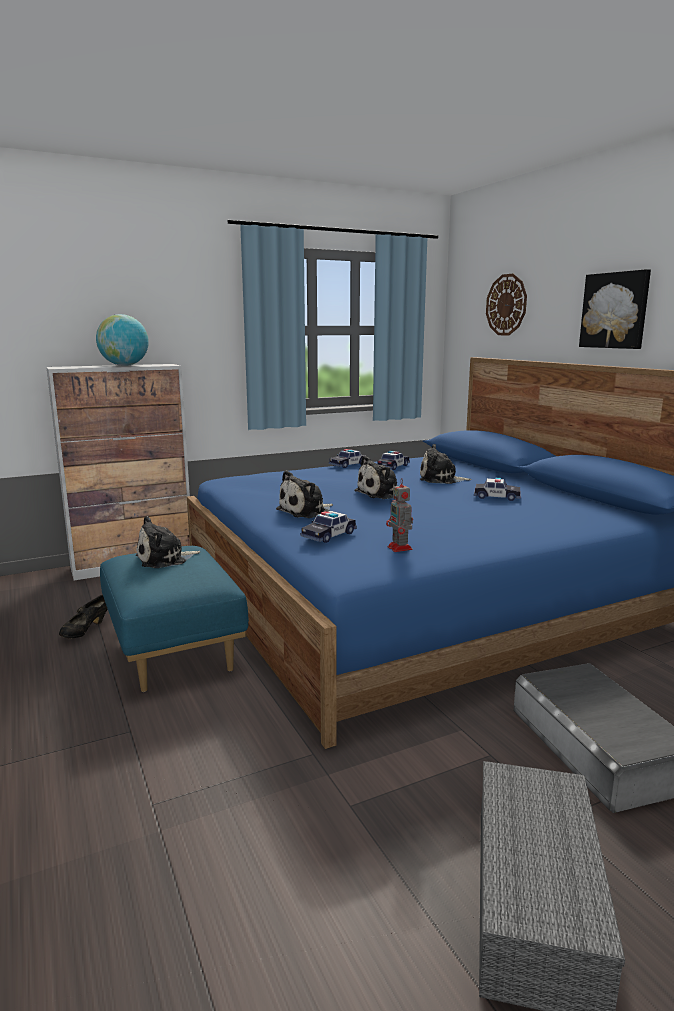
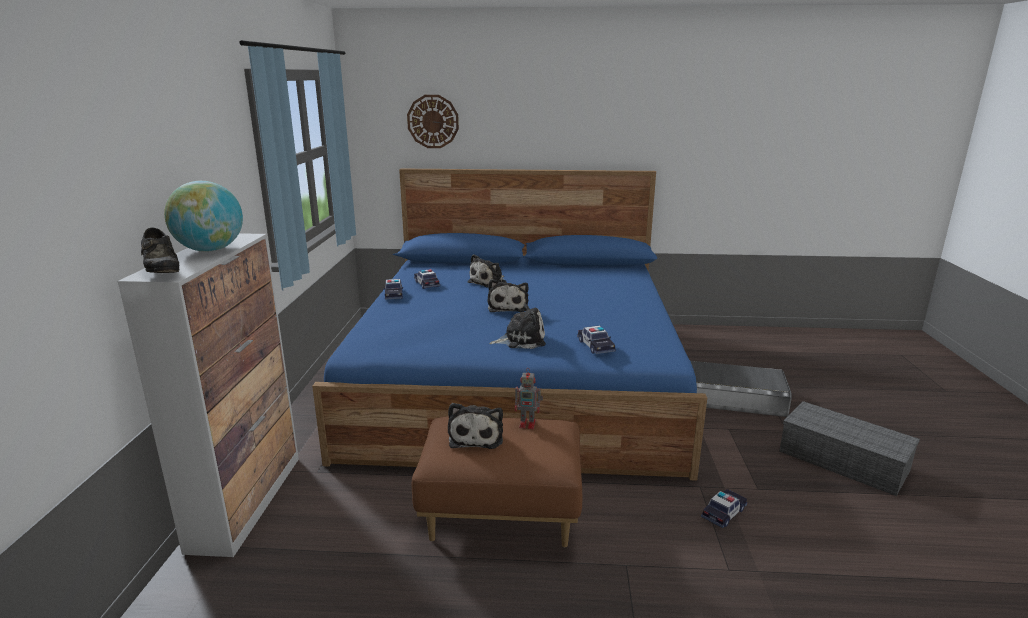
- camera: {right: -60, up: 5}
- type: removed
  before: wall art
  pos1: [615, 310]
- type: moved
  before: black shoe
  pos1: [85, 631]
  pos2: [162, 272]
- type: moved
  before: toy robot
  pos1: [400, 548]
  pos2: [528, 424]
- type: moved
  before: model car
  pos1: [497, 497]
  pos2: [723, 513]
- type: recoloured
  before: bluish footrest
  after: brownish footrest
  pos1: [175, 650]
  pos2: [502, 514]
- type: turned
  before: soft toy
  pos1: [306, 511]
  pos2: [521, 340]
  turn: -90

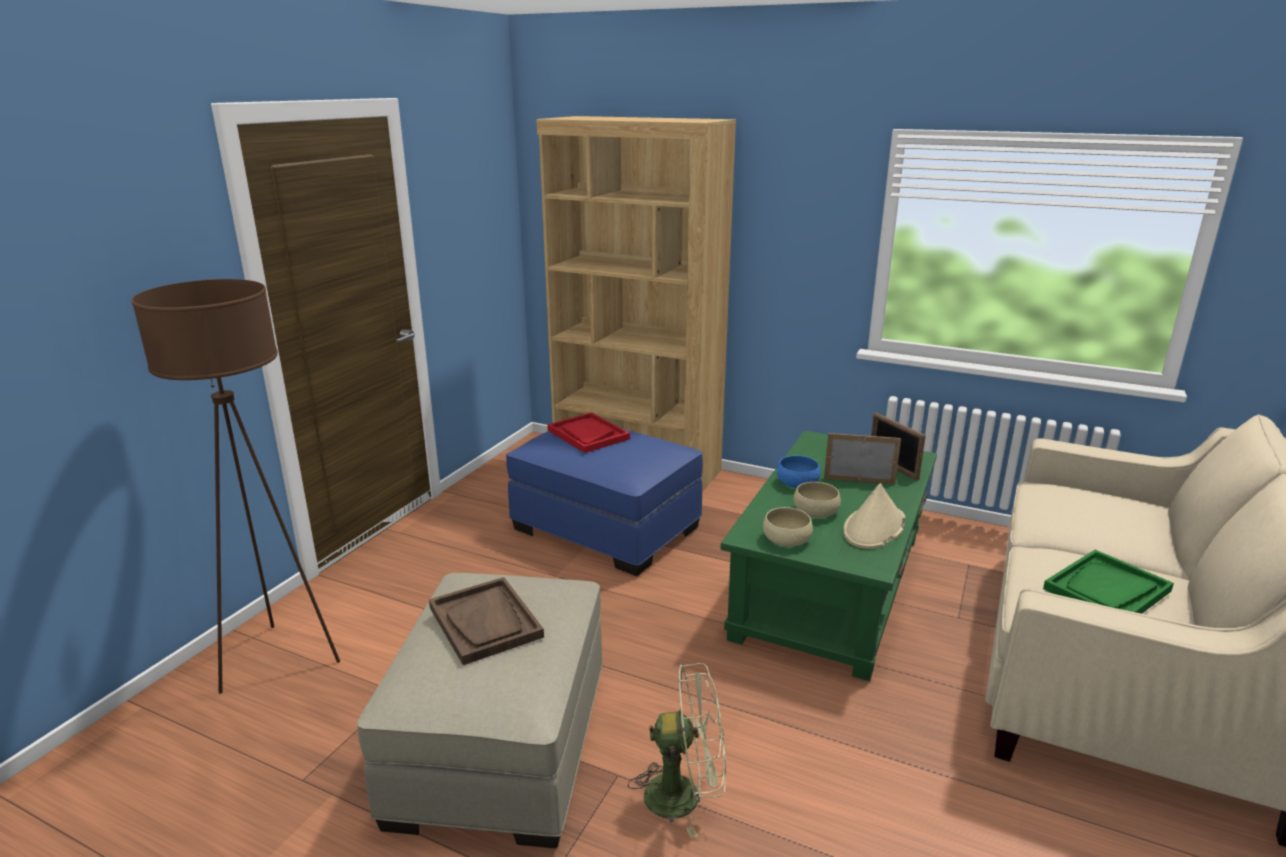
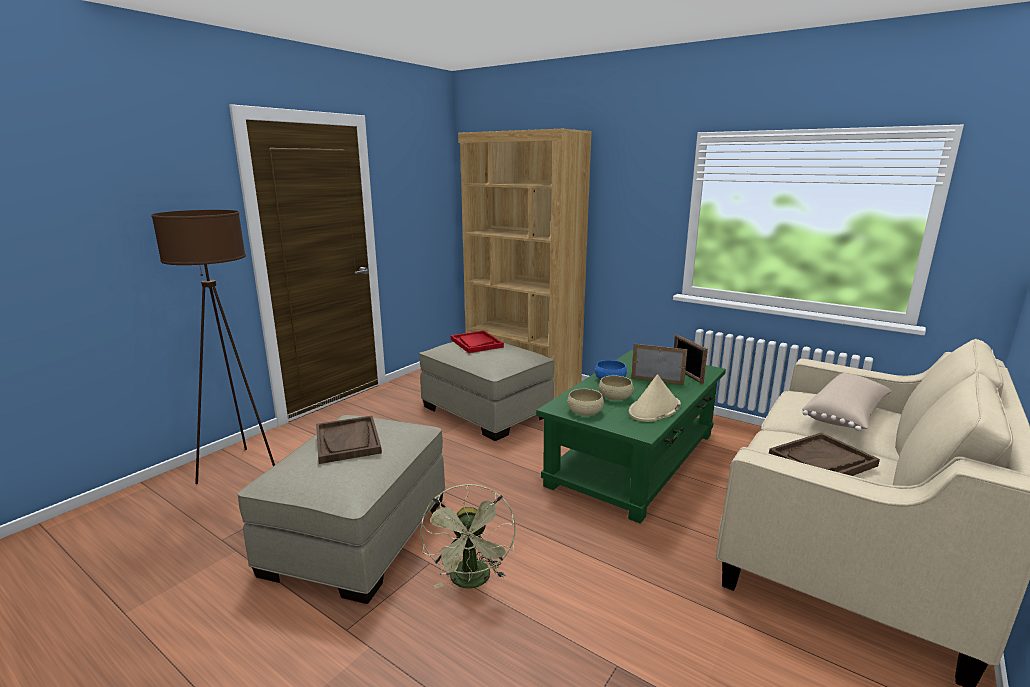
- camera: {right: 10, up: -5}
- type: added
  after: beige cushion
  pos2: [847, 415]
- type: recoloured
  before: bluish footrest
  after: beige footrest
  pos1: [607, 528]
  pos2: [487, 411]
- type: recoloured
  before: green carrying tray
  after: brownish carrying tray
  pos1: [1107, 590]
  pos2: [822, 461]
- type: turned
  before: green cooling fan
  pos1: [684, 795]
  pos2: [472, 582]
  turn: 75

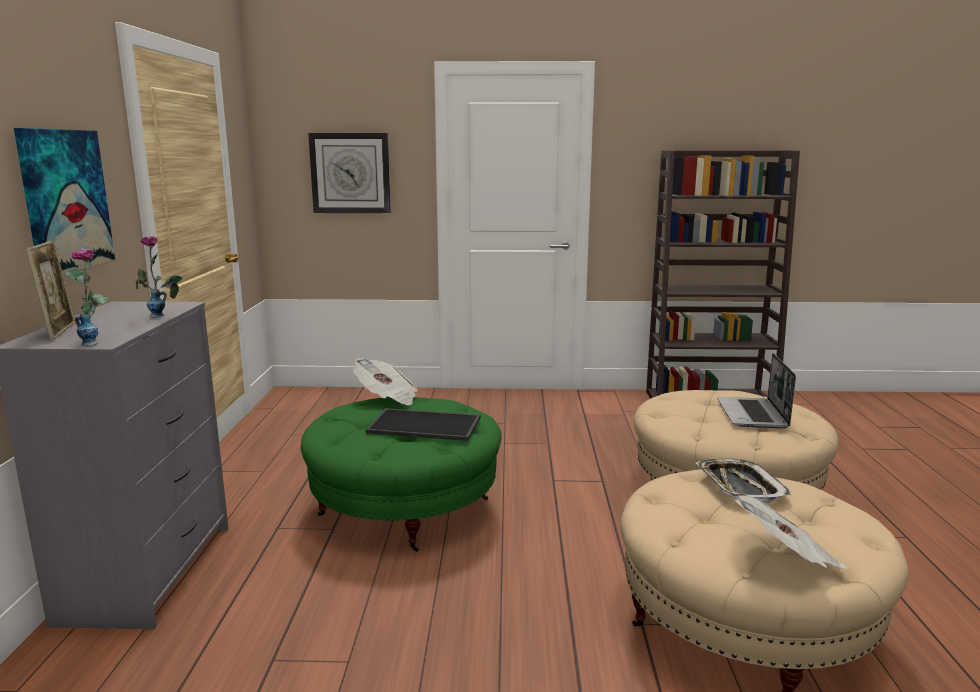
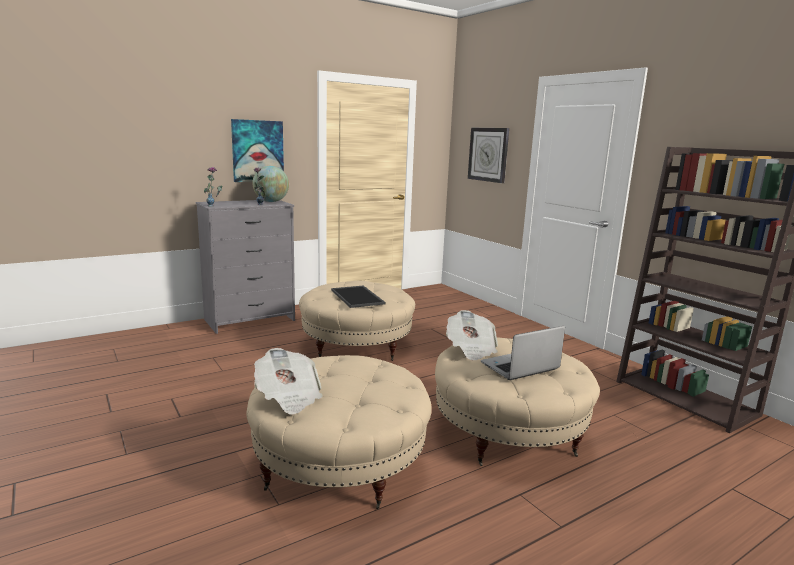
- camera: {right: 55, up: 0}
- type: removed
  before: photo frame
  pos1: [59, 331]
- type: removed
  before: carrying tray
  pos1: [739, 486]
- type: added
  after: globe
  pos2: [271, 201]
- type: moved
  before: daily paper
  pos1: [387, 398]
  pos2: [471, 349]
- type: recoloured
  before: green footrest
  after: beige footrest
  pos1: [405, 508]
  pos2: [357, 345]

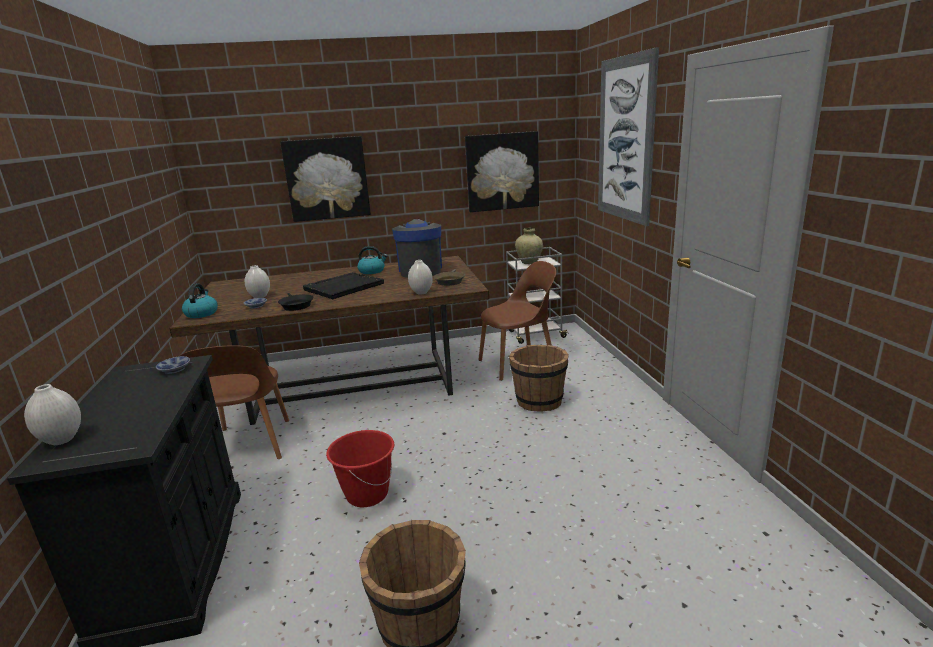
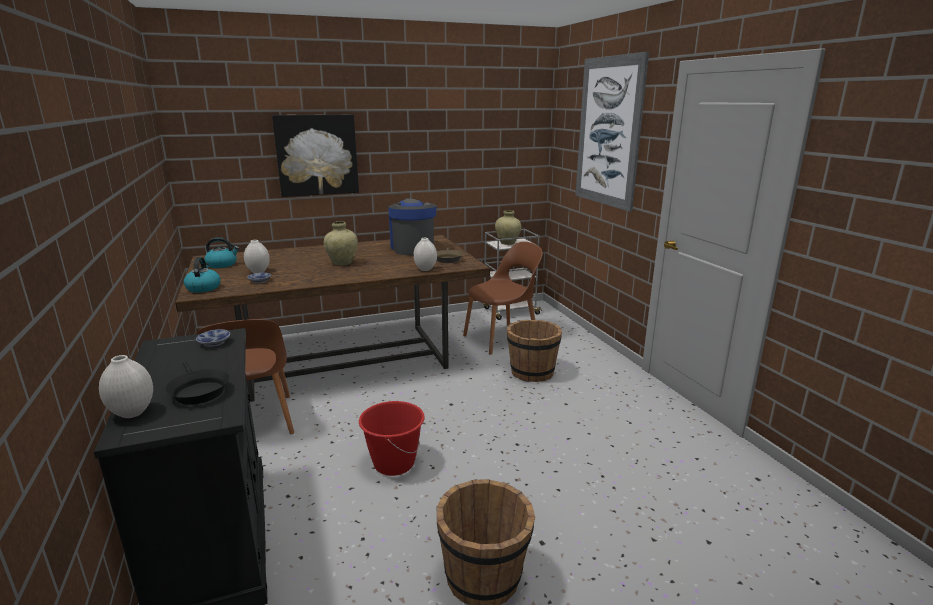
- camera: {right: -10, up: 0}
- type: removed
  before: wall art
  pos1: [502, 171]
- type: moved
  before: black frying pan
  pos1: [296, 305]
  pos2: [198, 391]
- type: moved
  before: kettle
  pos1: [372, 271]
  pos2: [222, 264]
- type: replaced
  before: black carrying tray
  after: beige decorative vase
  pos1: [343, 287]
  pos2: [342, 263]

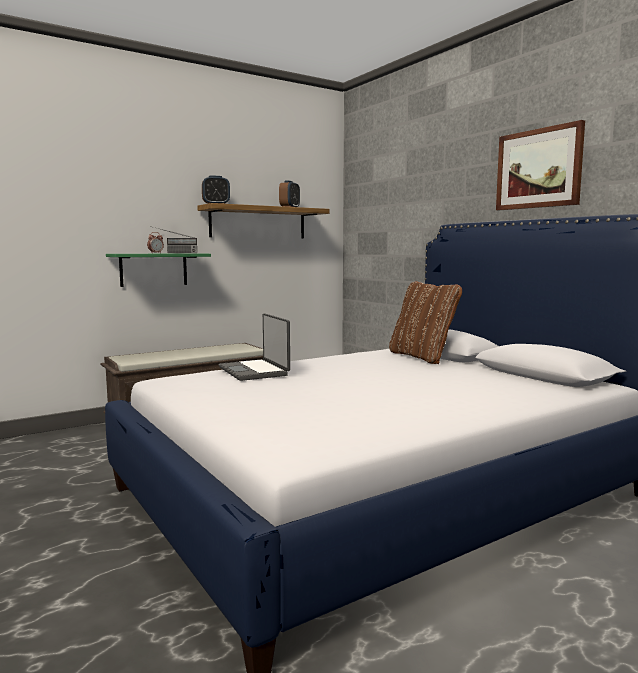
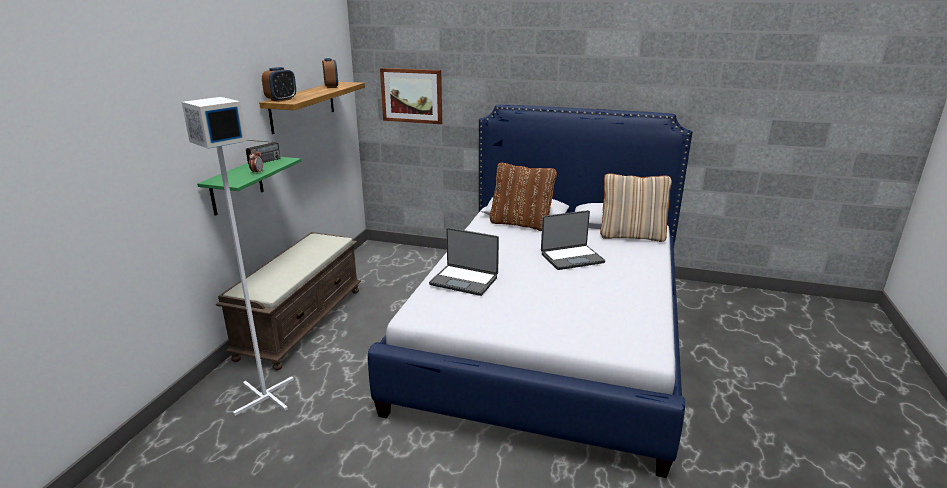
- camera: {right: -40, up: 15}
- type: added
  after: white standard lamp
  pos2: [263, 396]
- type: added
  after: portable computer
  pos2: [571, 258]
- type: added
  after: beige cushion
  pos2: [632, 236]
- type: moved
  before: wall art
  pos1: [538, 169]
  pos2: [412, 95]

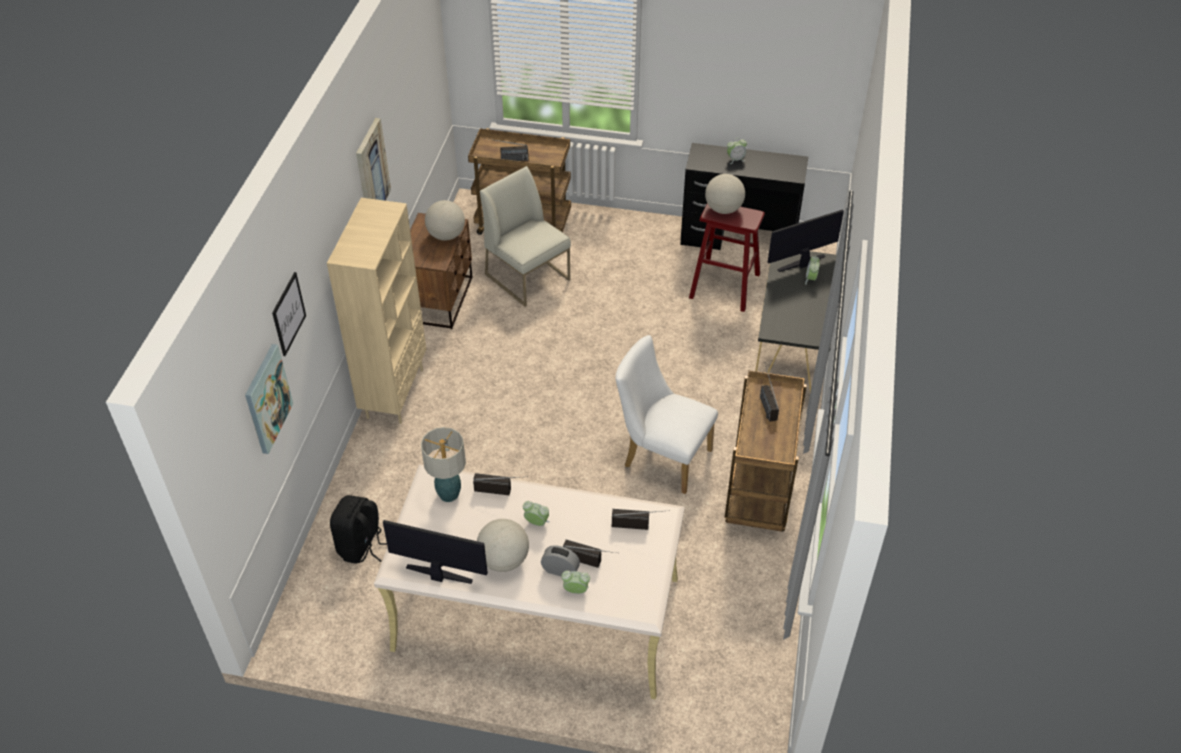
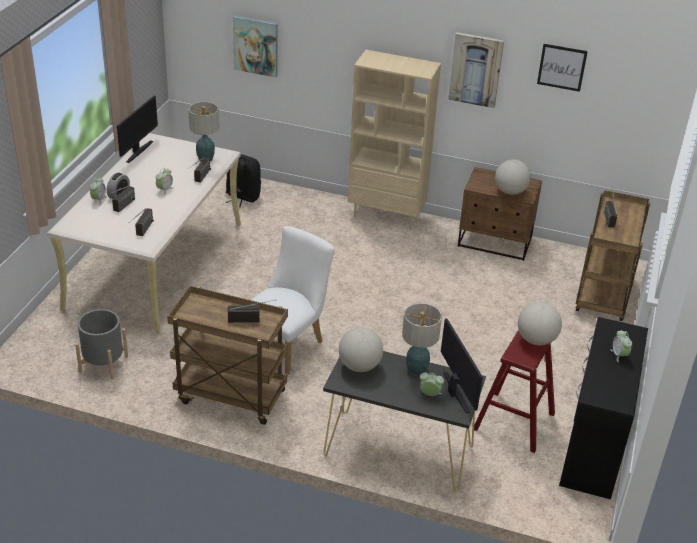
- camera: {right: 95, up: -10}
- type: removed
  before: white plain chair
  pos1: [528, 277]
- type: added
  after: grey plant pot
  pos2: [104, 364]
- type: added
  after: table lamp
  pos2: [416, 369]
- type: moved
  before: wall art
  pos1: [288, 314]
  pos2: [562, 67]
- type: moved
  before: globe
  pos1: [503, 560]
  pos2: [359, 366]

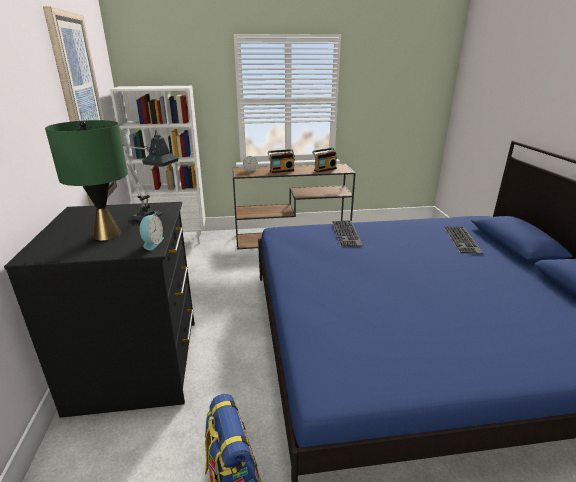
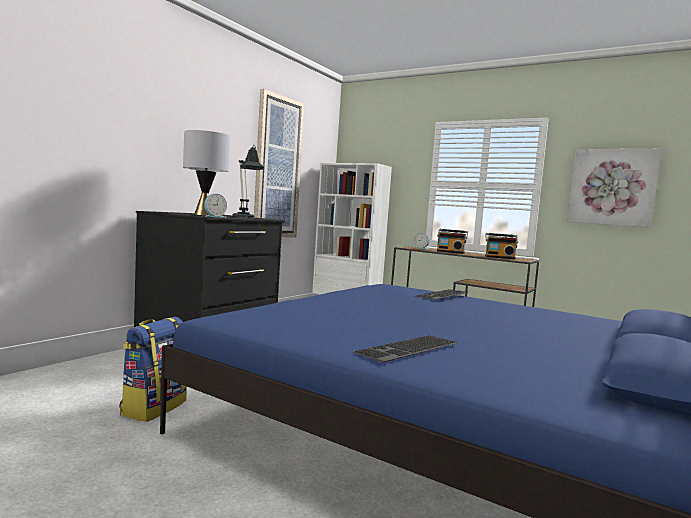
- camera: {right: 40, up: -20}
- type: added
  after: wall art
  pos2: [612, 187]
- type: moved
  before: PC keyboard
  pos1: [463, 240]
  pos2: [409, 349]
- type: recoloured
  before: green table lamp
  after: grey table lamp
  pos1: [107, 234]
  pos2: [204, 215]

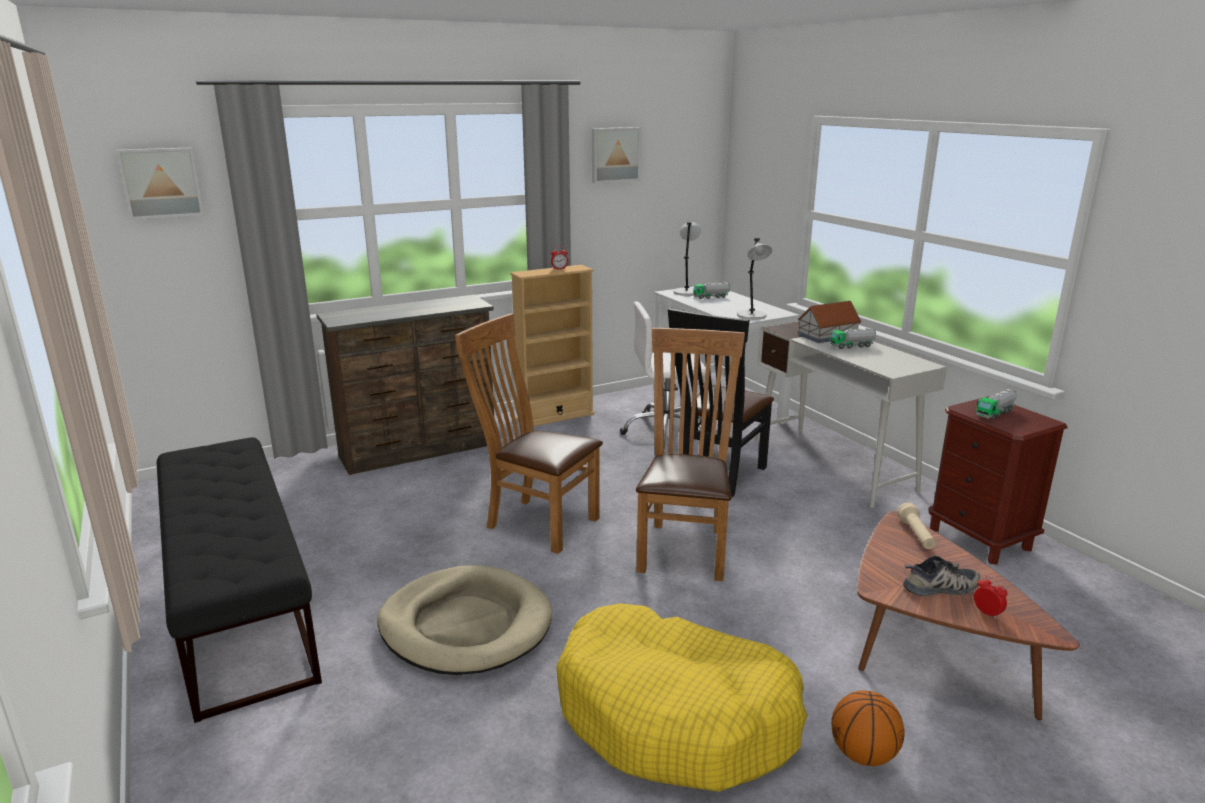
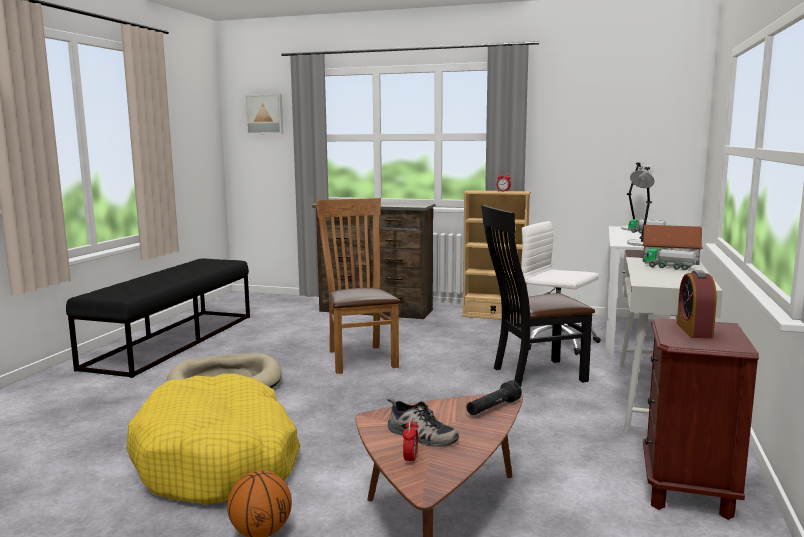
- camera: {right: 45, up: -10}
- type: removed
  before: wall art
  pos1: [614, 154]
- type: removed
  before: brownish plain chair
  pos1: [685, 547]
- type: replaced
  before: toy lorry
  after: alarm clock
  pos1: [995, 413]
  pos2: [694, 330]
- type: recoloured
  before: beige flashlight
  after: black flashlight
  pos1: [916, 535]
  pos2: [493, 408]

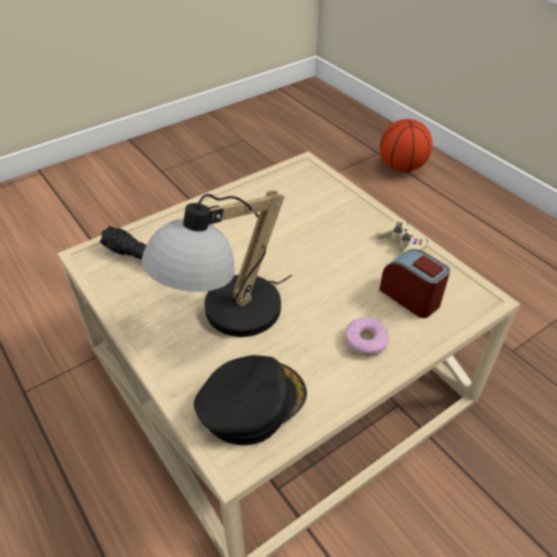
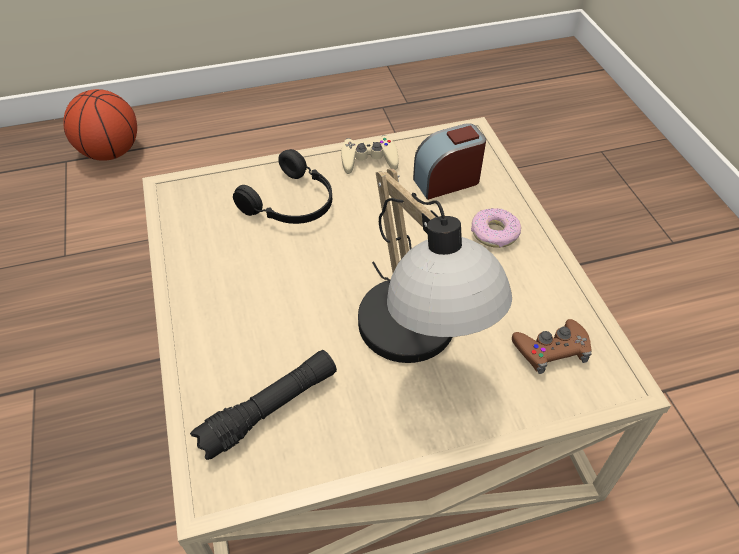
- camera: {right: -70, up: 5}
- type: added
  after: black pair of headphones
  pos2: [292, 204]
- type: replaced
  before: black baseball cap
  after: brownish gamepad
  pos1: [251, 402]
  pos2: [551, 349]

